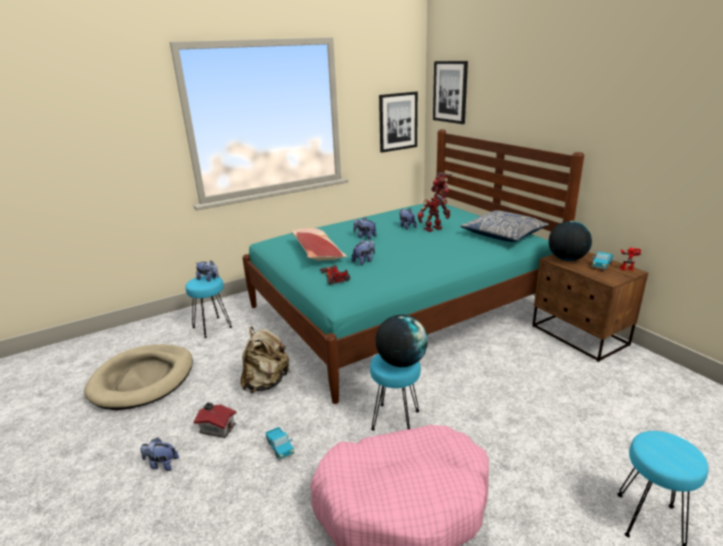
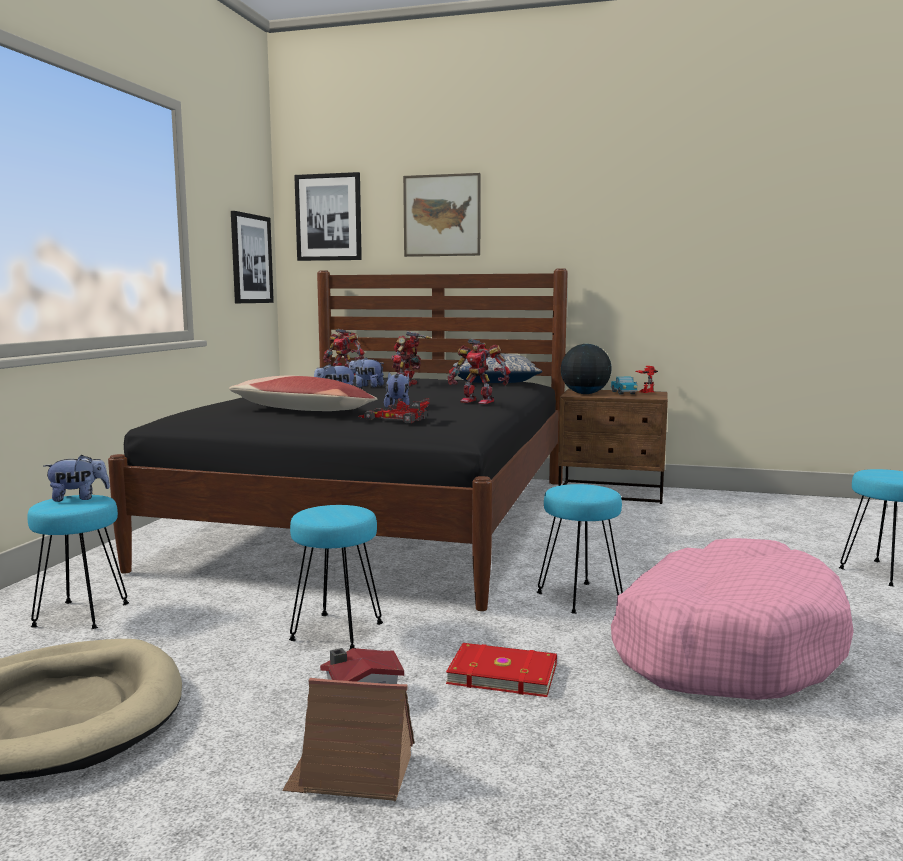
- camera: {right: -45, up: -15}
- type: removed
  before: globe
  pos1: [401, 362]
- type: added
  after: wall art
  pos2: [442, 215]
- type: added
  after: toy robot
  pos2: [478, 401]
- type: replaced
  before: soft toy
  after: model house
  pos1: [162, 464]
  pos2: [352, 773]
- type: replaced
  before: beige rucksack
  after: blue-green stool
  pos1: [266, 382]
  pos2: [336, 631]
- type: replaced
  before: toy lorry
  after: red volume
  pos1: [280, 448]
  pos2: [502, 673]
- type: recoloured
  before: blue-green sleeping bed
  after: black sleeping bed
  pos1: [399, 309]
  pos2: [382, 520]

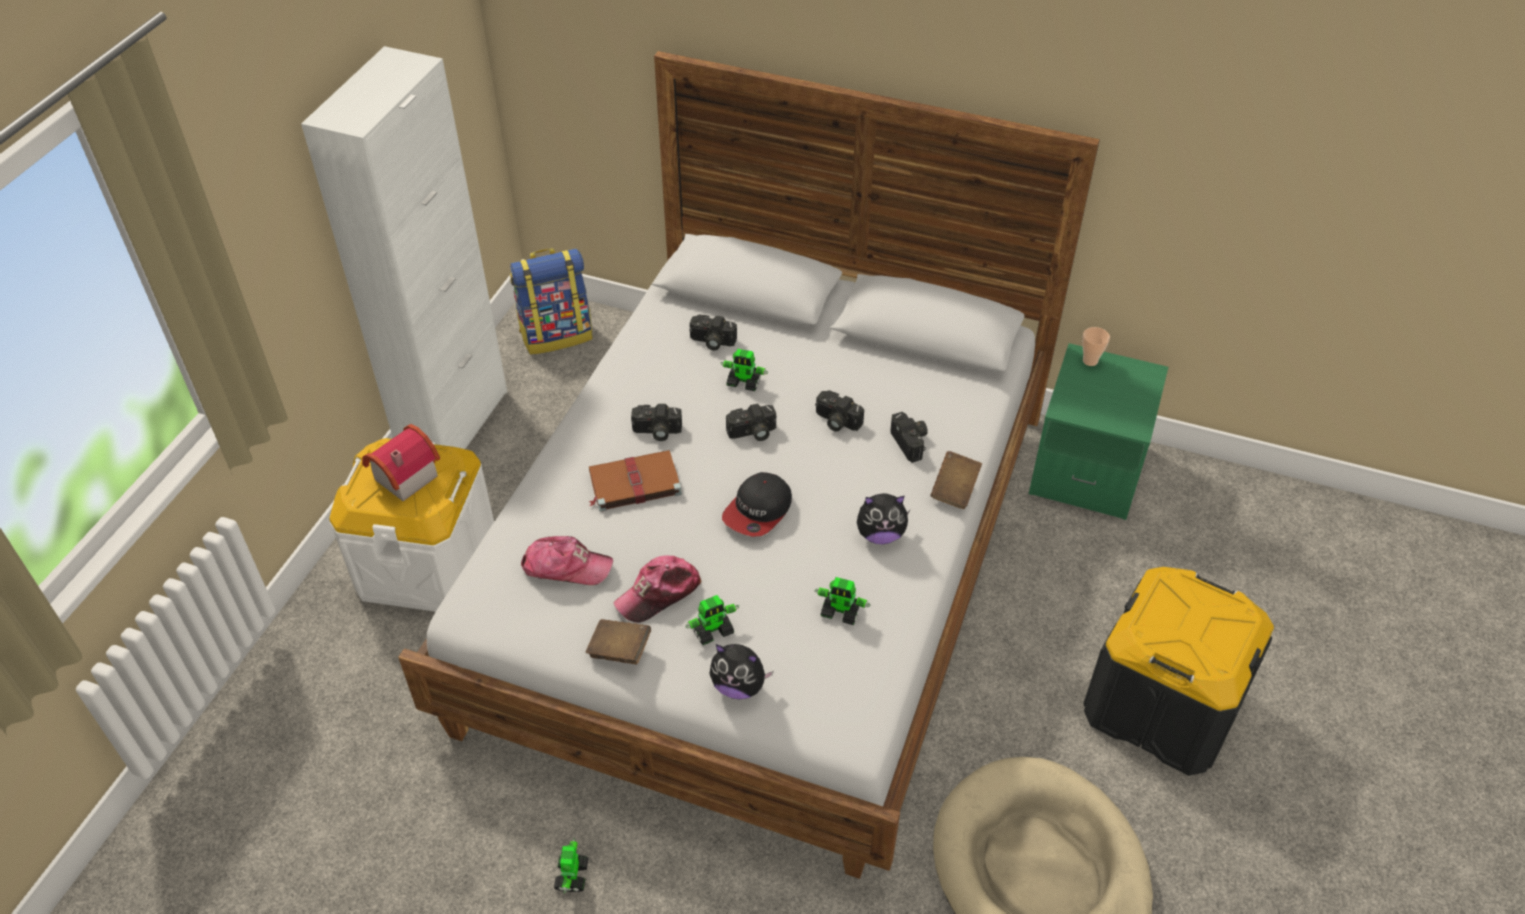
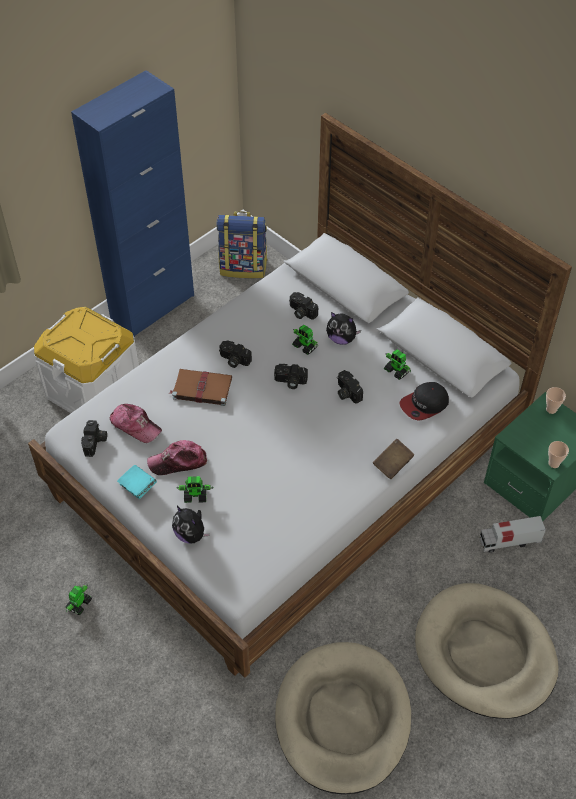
- camera: {right: 25, up: 5}
- type: removed
  before: model house
  pos1: [402, 477]
- type: added
  after: toy lorry
  pos2: [509, 541]
- type: added
  after: cup
  pos2: [554, 463]
- type: moved
  before: baseball cap
  pos1: [758, 511]
  pos2: [424, 404]
- type: moved
  before: toy robot
  pos1: [841, 612]
  pos2: [397, 371]
- type: moved
  before: soft toy
  pos1: [880, 534]
  pos2: [341, 339]
- type: moved
  before: still camera
  pos1: [911, 442]
  pos2: [95, 443]
- type: replaced
  before: black storage container
  after: beige dog bed
  pos1: [1162, 705]
  pos2: [484, 653]
- type: recoloured
  before: white cupboard
  after: bluish cupboard
  pos1: [454, 424]
  pos2: [152, 306]
- type: recoloured
  before: brownish volume
  after: blue-green volume
  pos1: [619, 650]
  pos2: [137, 487]

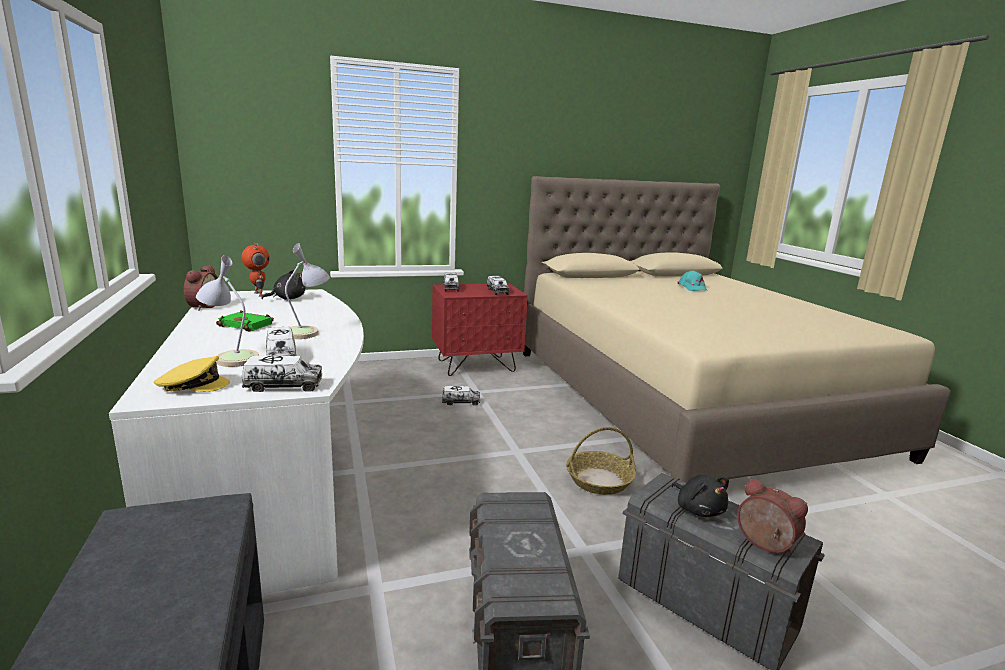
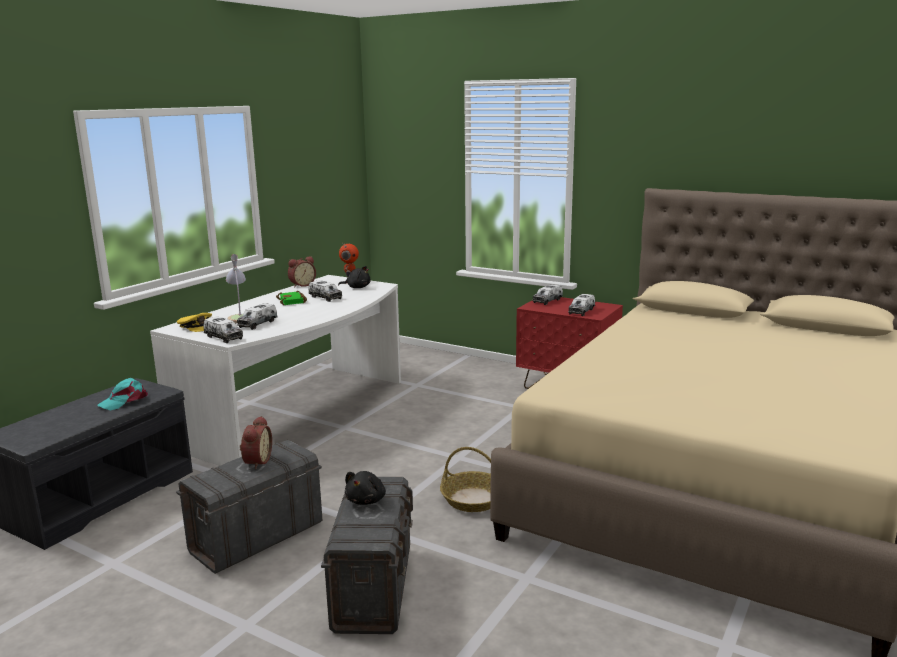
- camera: {right: 50, up: 0}
- type: removed
  before: table lamp
  pos1: [307, 332]
- type: moved
  before: toy lorry
  pos1: [461, 402]
  pos2: [325, 297]
- type: moved
  before: blue-green baseball cap
  pos1: [692, 288]
  pos2: [124, 401]
- type: moved
  before: alarm clock
  pos1: [763, 545]
  pos2: [256, 461]

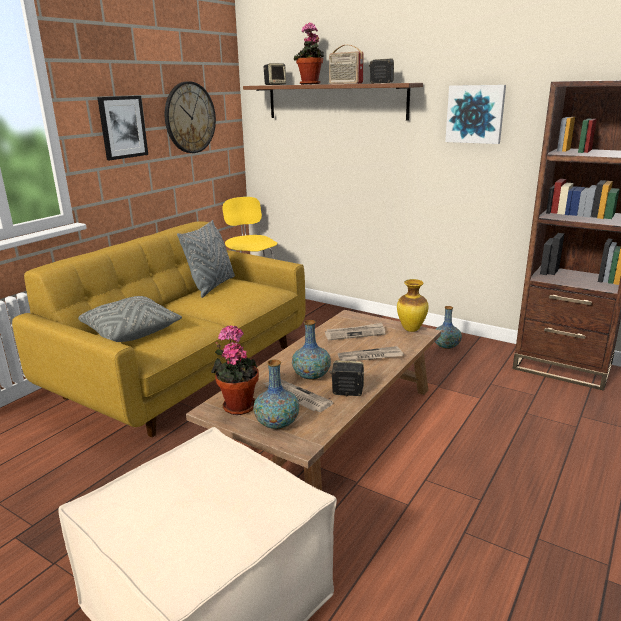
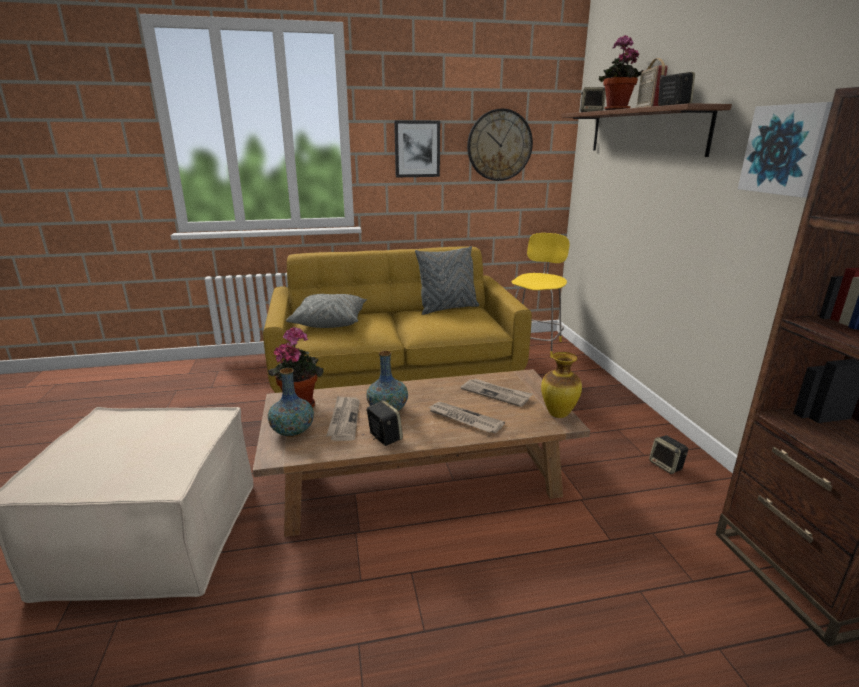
- camera: {right: 45, up: 0}
- type: replaced
  before: decorative vase
  after: speaker
  pos1: [446, 346]
  pos2: [666, 466]

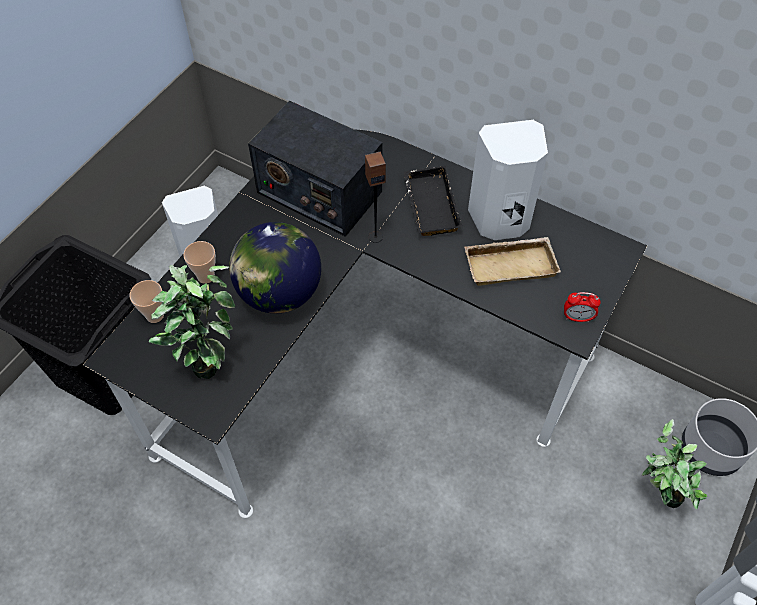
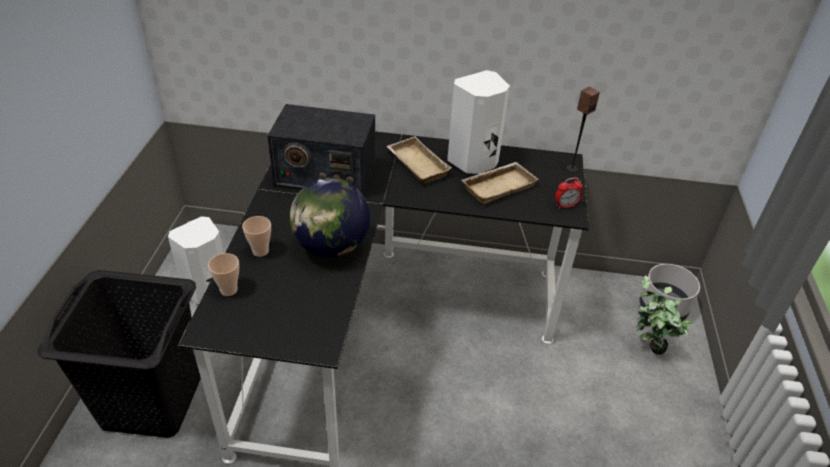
- camera: {right: -25, up: -15}
- type: removed
  before: plant in a pot
  pos1: [207, 357]
- type: moved
  before: speaker
  pos1: [375, 236]
  pos2: [571, 168]
- type: recoloured
  before: black carrying tray
  after: beige carrying tray
  pos1: [428, 205]
  pos2: [416, 164]

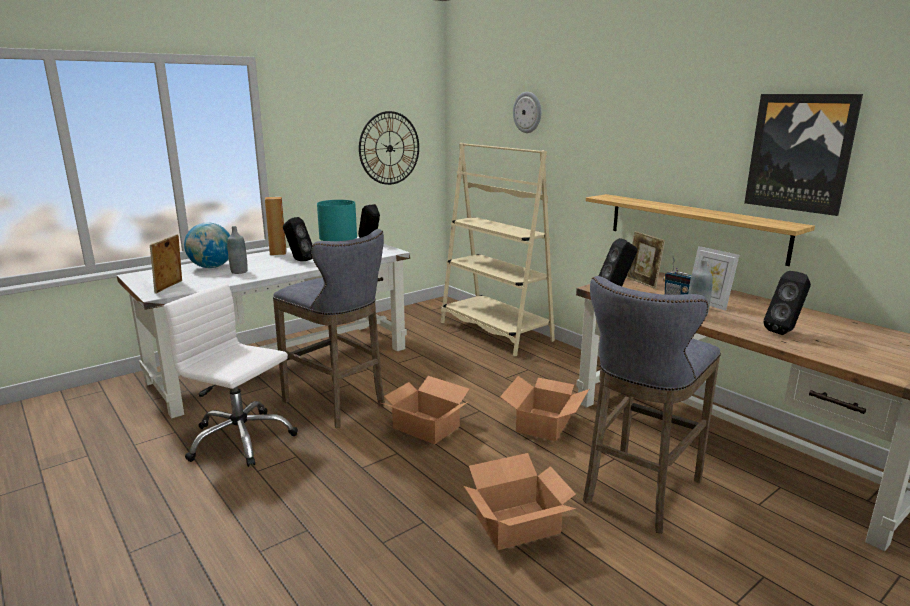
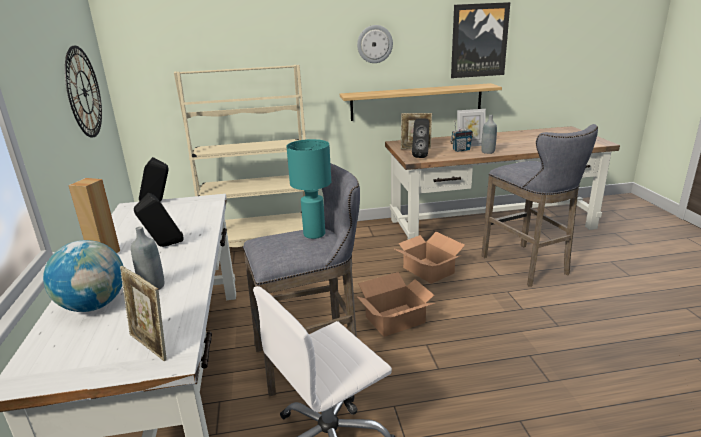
- camera: {right: -60, up: 5}
- type: removed
  before: packing box
  pos1: [516, 524]
- type: removed
  before: black speaker
  pos1: [785, 332]
- type: moved
  before: hanging clock
  pos1: [527, 112]
  pos2: [374, 44]

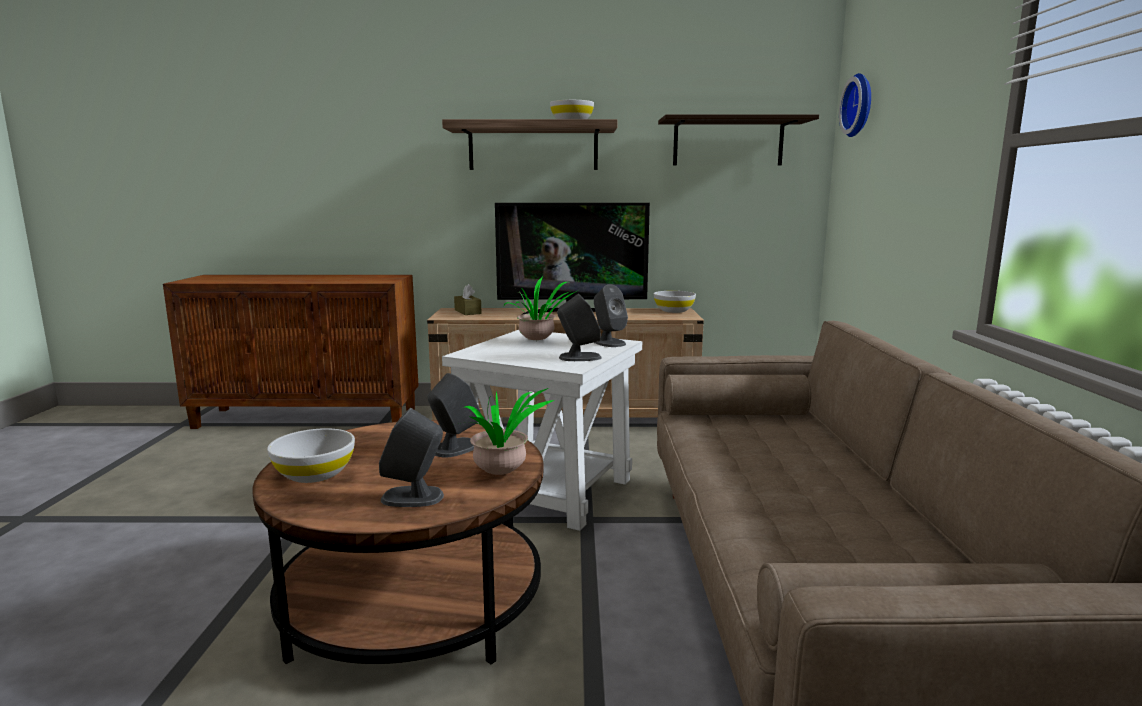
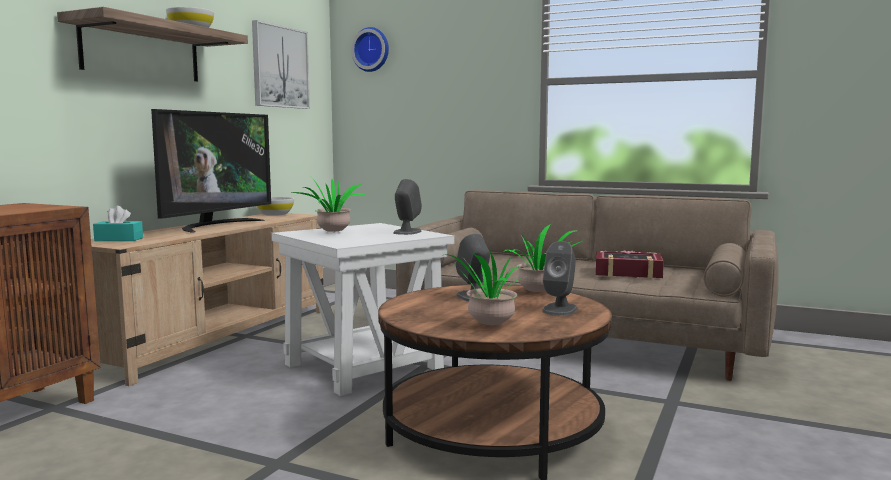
- camera: {right: -65, up: -5}
- type: removed
  before: grey speaker
  pos1: [608, 342]
- type: added
  after: volume
  pos2: [628, 272]
- type: replaced
  before: white deep dish
  after: plant in a pot
  pos1: [315, 474]
  pos2: [488, 326]
- type: replaced
  before: bracket shelf
  after: wall art
  pos1: [728, 143]
  pos2: [280, 67]
- type: recoloured
  before: brownish tissue box
  after: blue-green tissue box
  pos1: [467, 312]
  pos2: [119, 239]

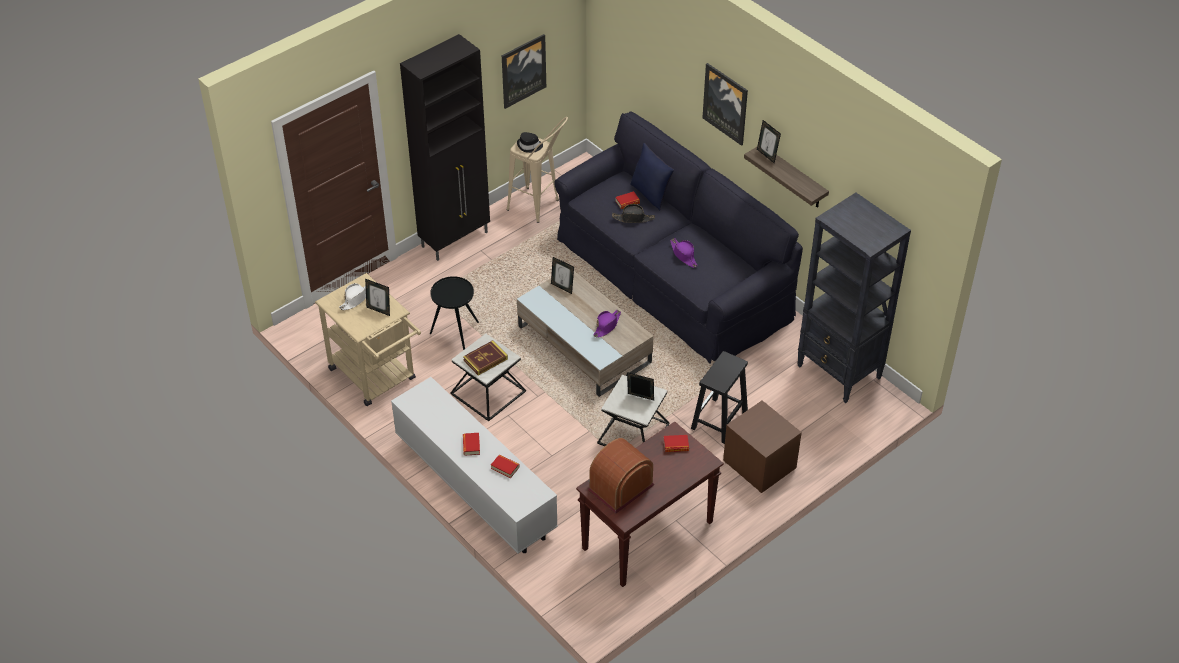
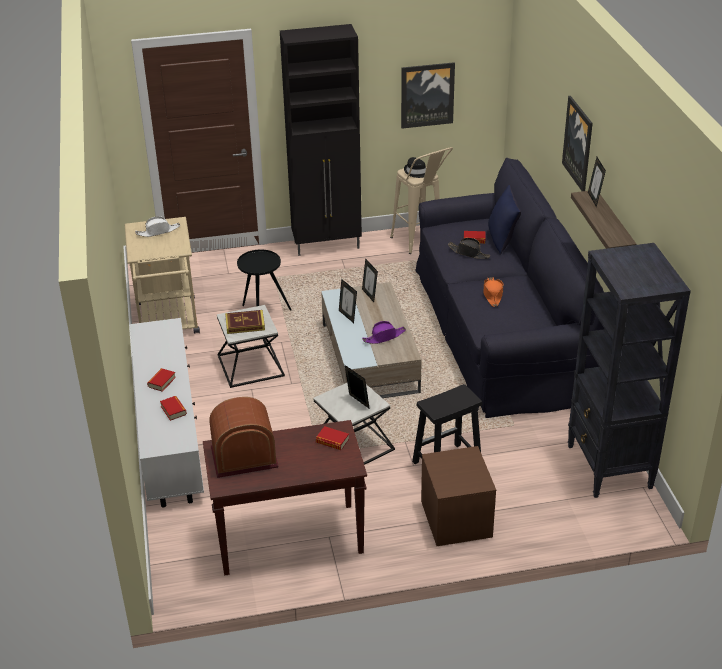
- camera: {right: 30, up: -10}
- type: moved
  before: photo frame
  pos1: [379, 310]
  pos2: [348, 316]
- type: recoloured
  before: purple wearable hat
  after: orange-coloured wearable hat
  pos1: [683, 255]
  pos2: [492, 294]

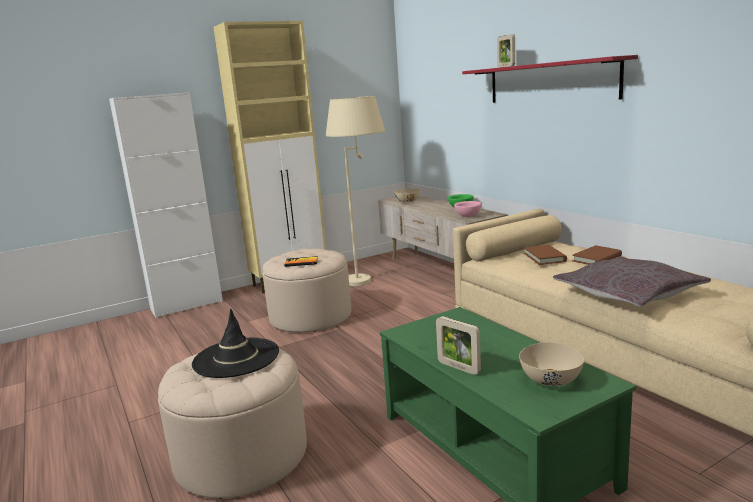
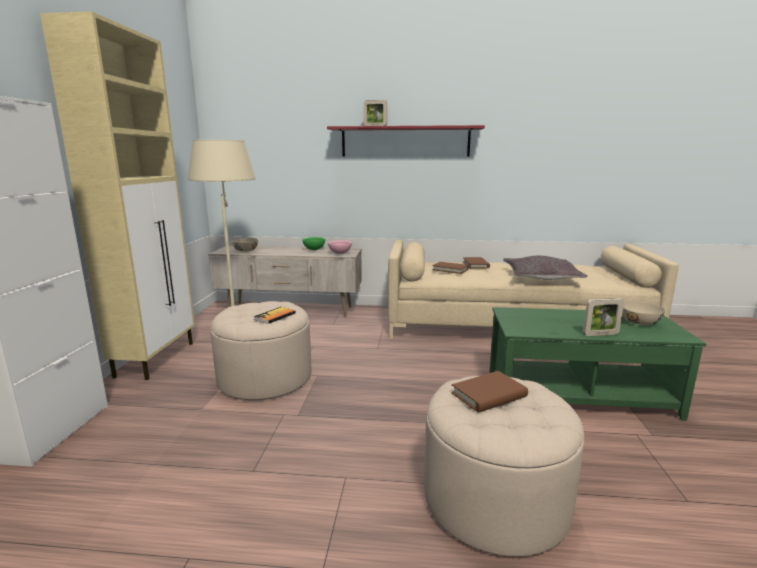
- camera: {right: -55, up: 0}
- type: replaced
  before: black wearable hat
  after: brownish volume
  pos1: [236, 358]
  pos2: [489, 395]

